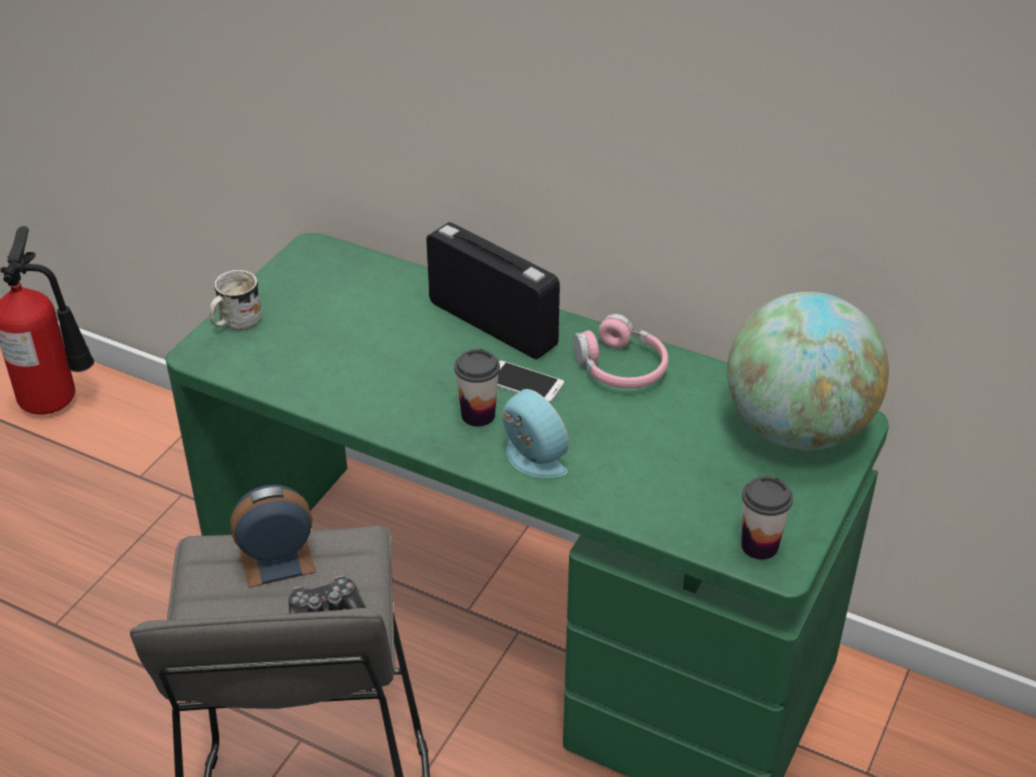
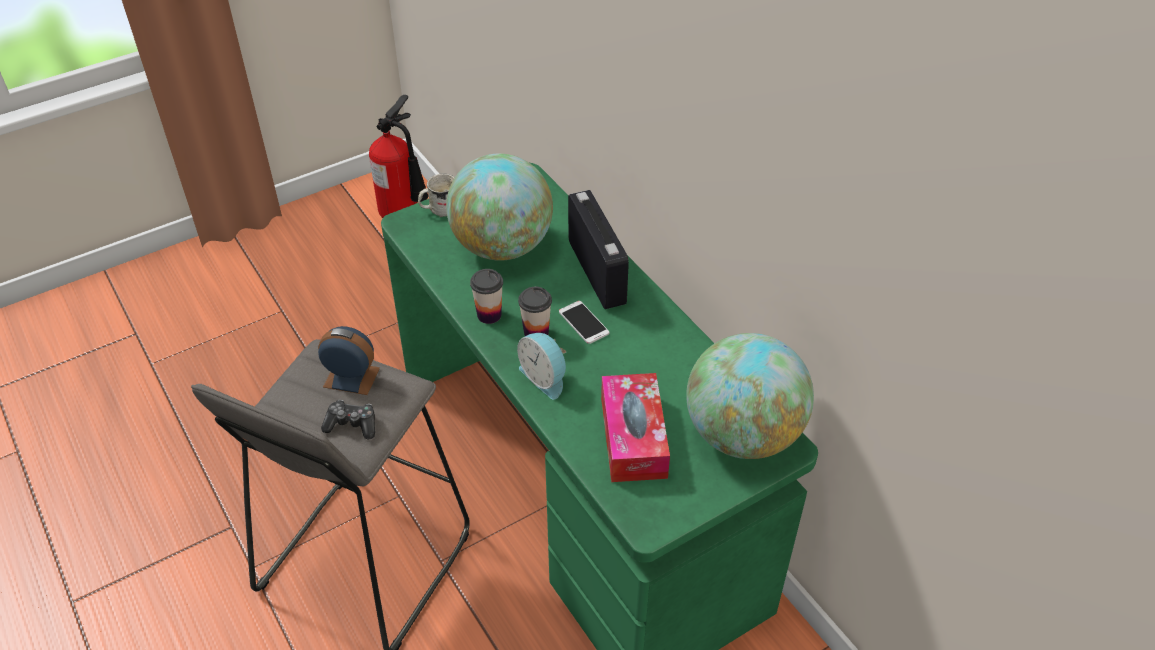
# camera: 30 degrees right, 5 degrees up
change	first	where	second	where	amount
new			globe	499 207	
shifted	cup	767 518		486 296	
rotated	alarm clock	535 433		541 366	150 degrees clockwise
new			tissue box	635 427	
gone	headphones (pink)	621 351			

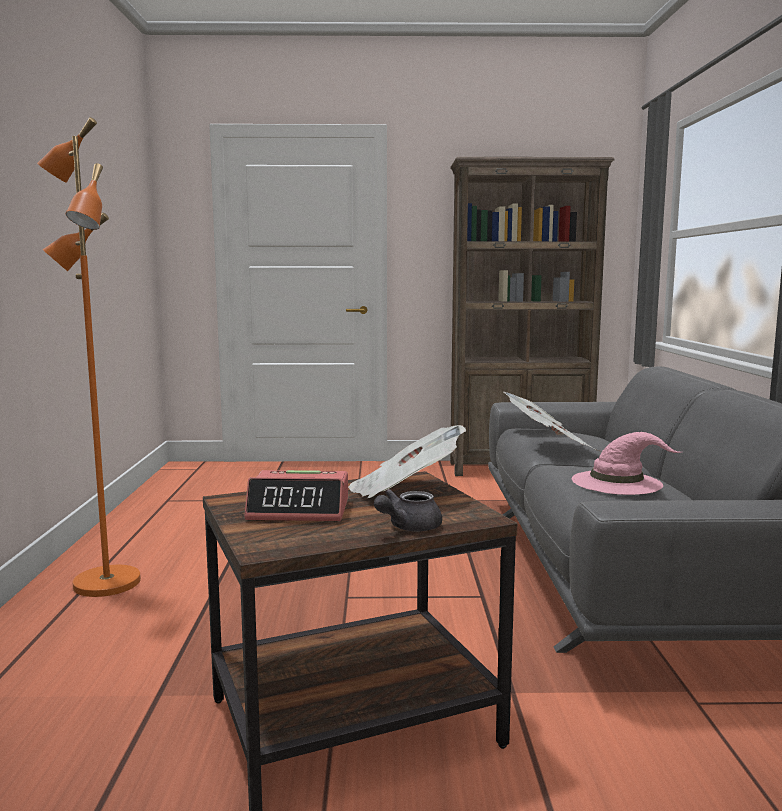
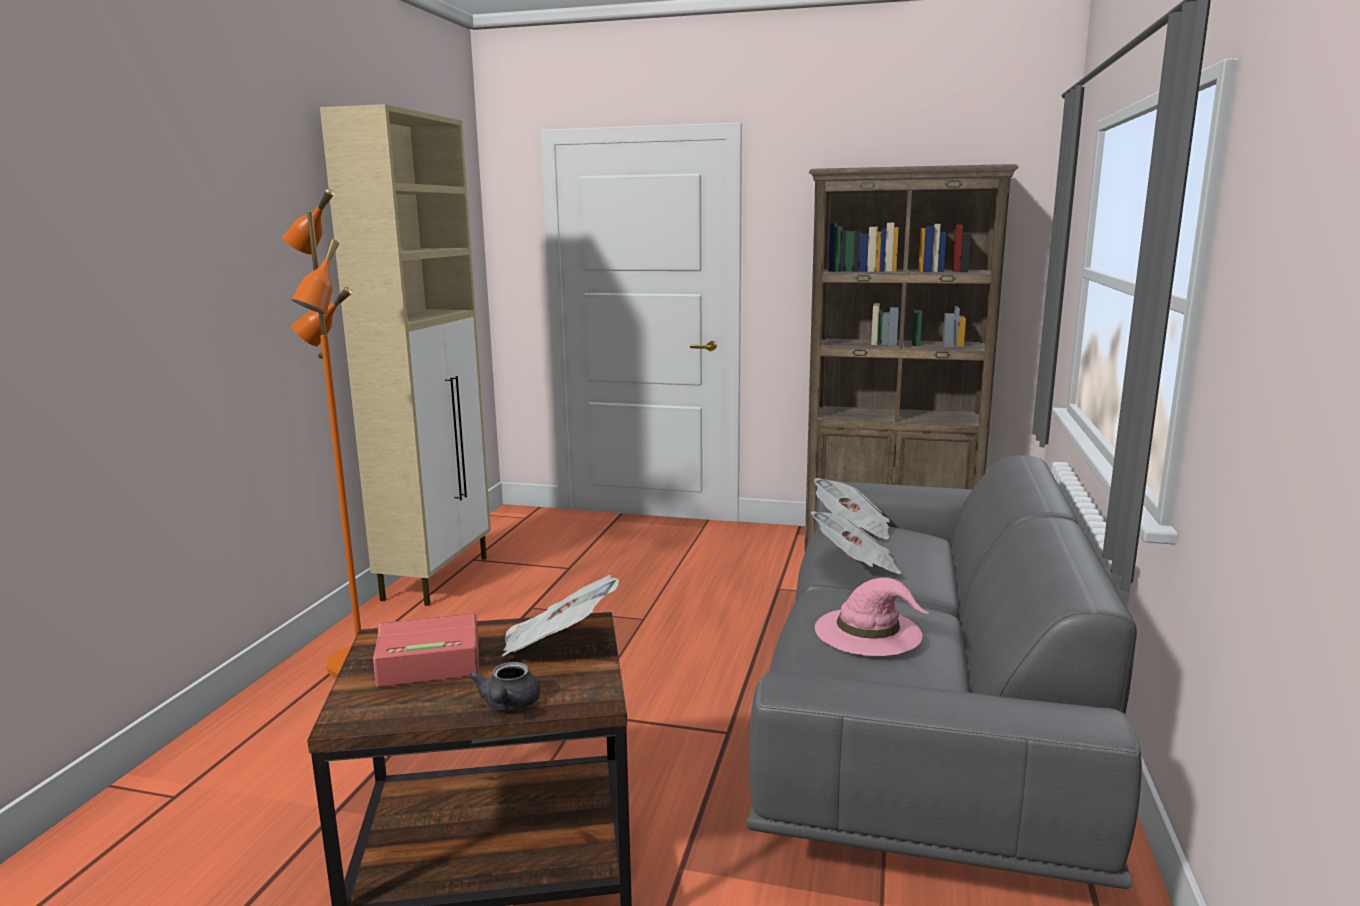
# camera: 15 degrees right, 5 degrees up
change	first	where	second	where	amount
new			cabinet (beige)	405 355	
rotated	alarm clock	296 495		426 650	150 degrees clockwise
rotated	teapot (grey)	408 510		504 686	60 degrees counterclockwise

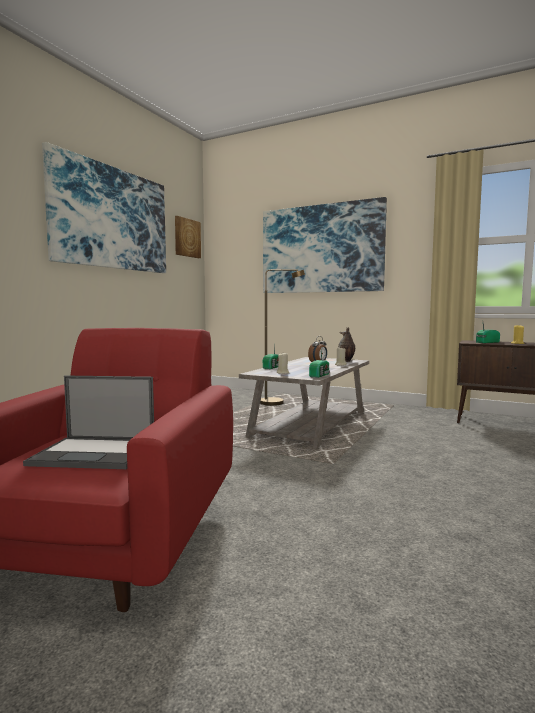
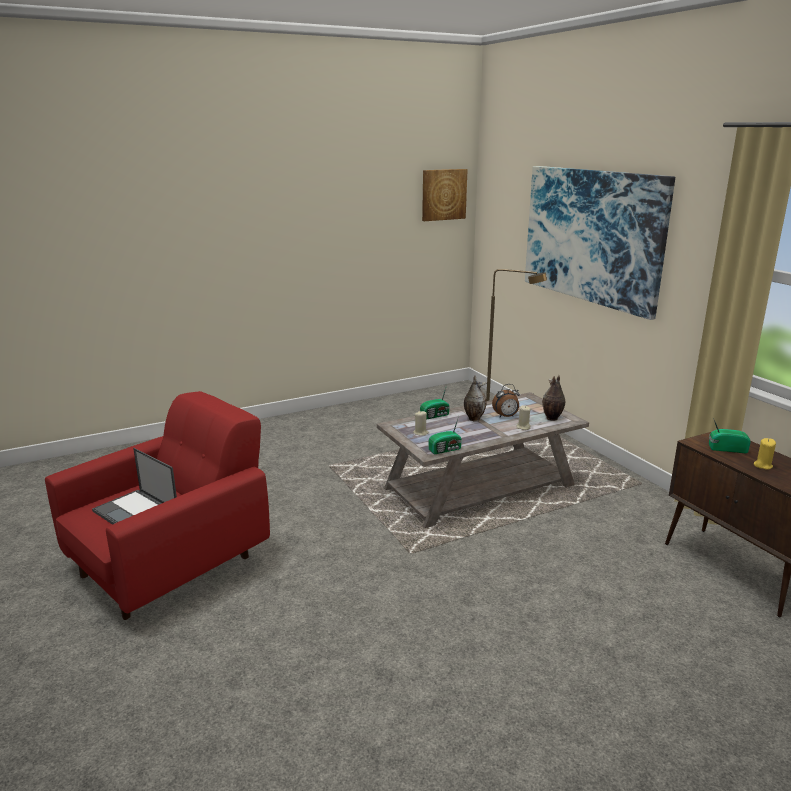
# camera: 35 degrees right, 15 degrees up
change	first	where	second	where	amount
new			vase	475 398	
gone	picture	104 207			

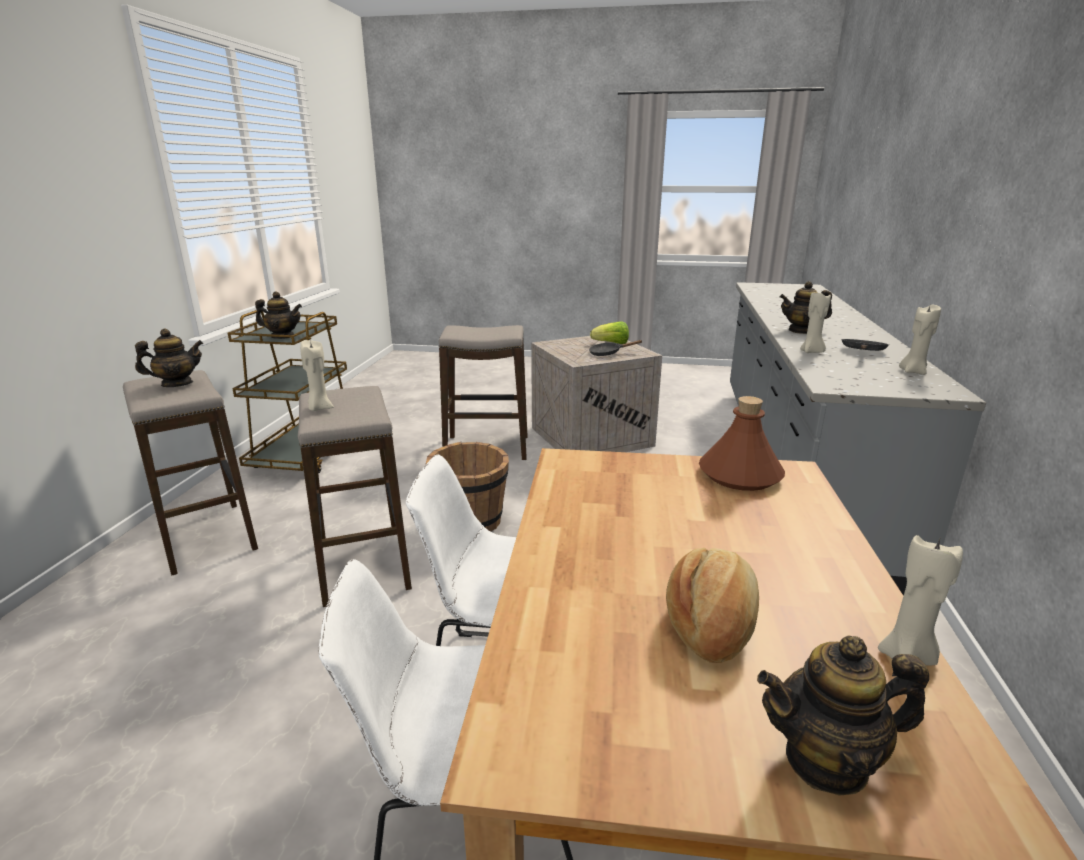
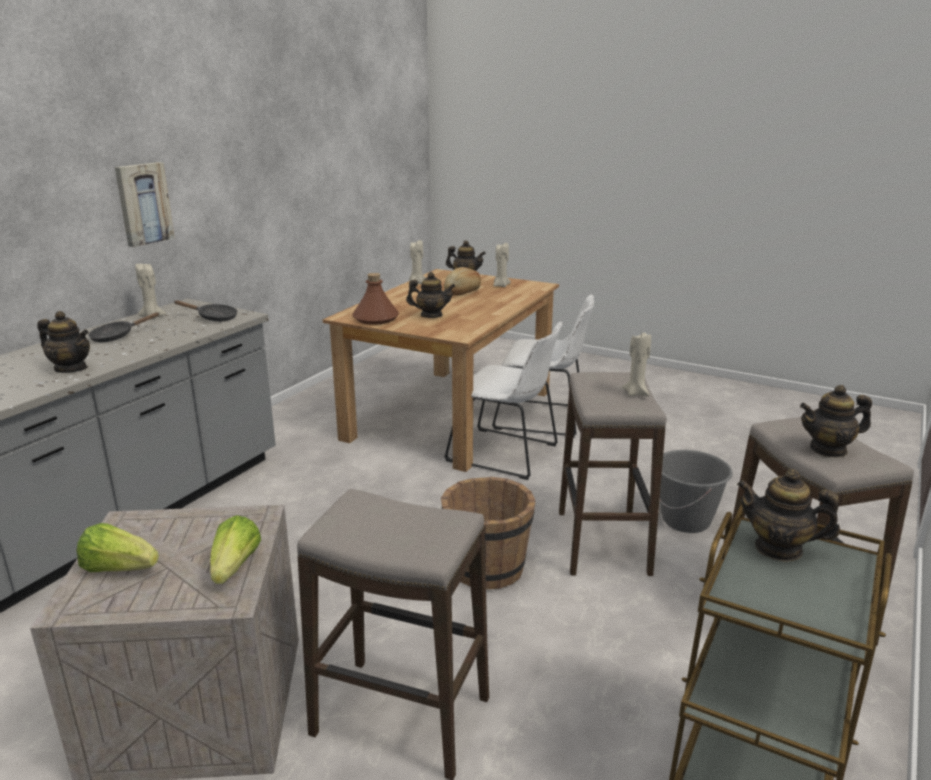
# camera: 160 degrees left, 0 degrees up
change	first	where	second	where	amount
new			picture	144 204	
shifted	frying pan (black)	616 348		206 310	
new			lettuce	235 549	
new			teapot	430 295	
shifted	candle (beige)	815 322		502 265	
new			bucket (grey)	696 491	

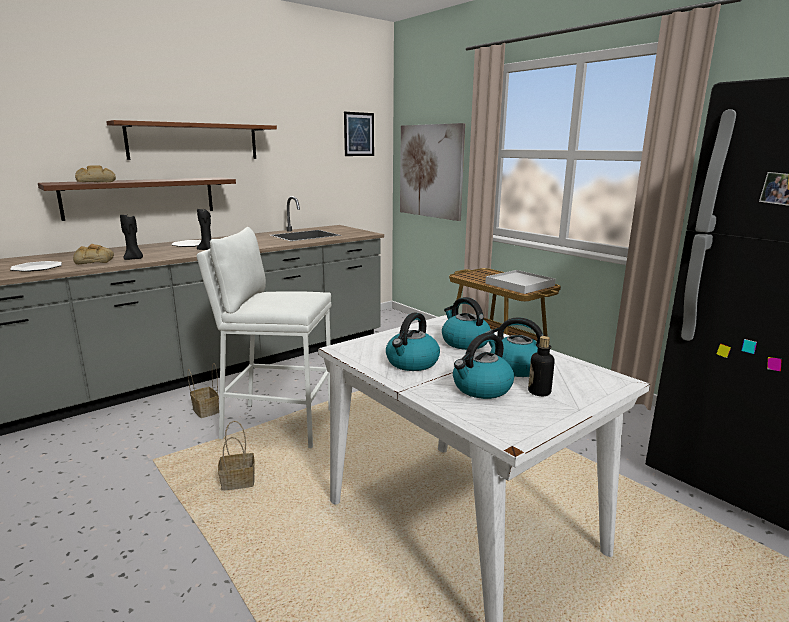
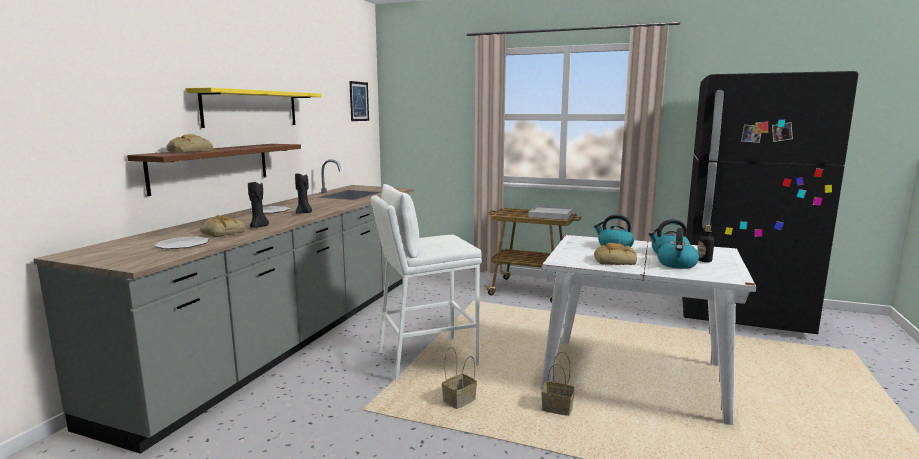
# camera: 30 degrees left, 5 degrees down
change	first	where	second	where	amount
repainted	shelf (brown)	191 140	shelf (yellow)	253 108	
shifted	basket	203 390		558 384	
swapped	kettle	413 342	bread	615 254	
gone	picture	432 172			

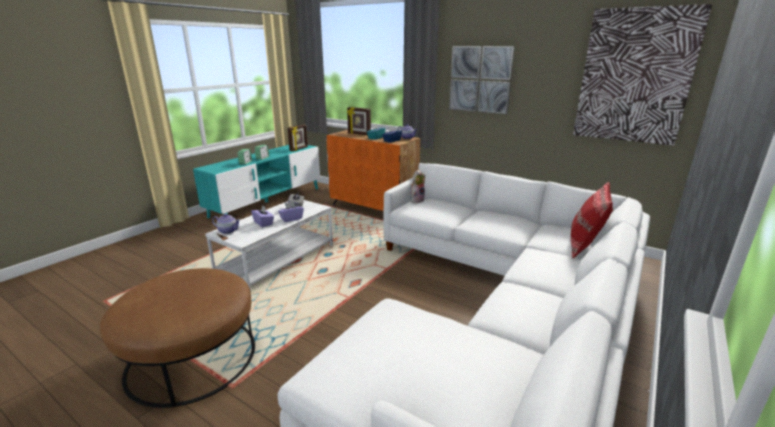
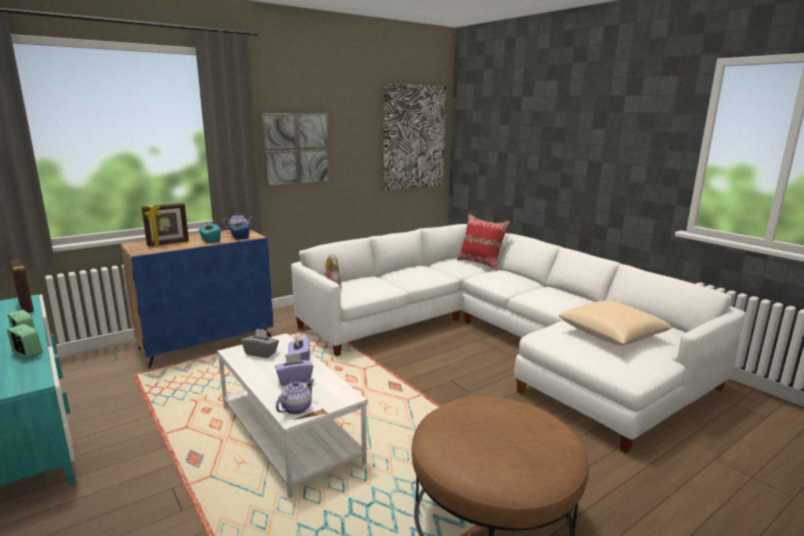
# camera: 70 degrees left, 5 degrees down
change	first	where	second	where	amount
repainted	cabinet (orange)	374 170	cabinet (blue)	196 298	
new			pillow (beige)	615 323	

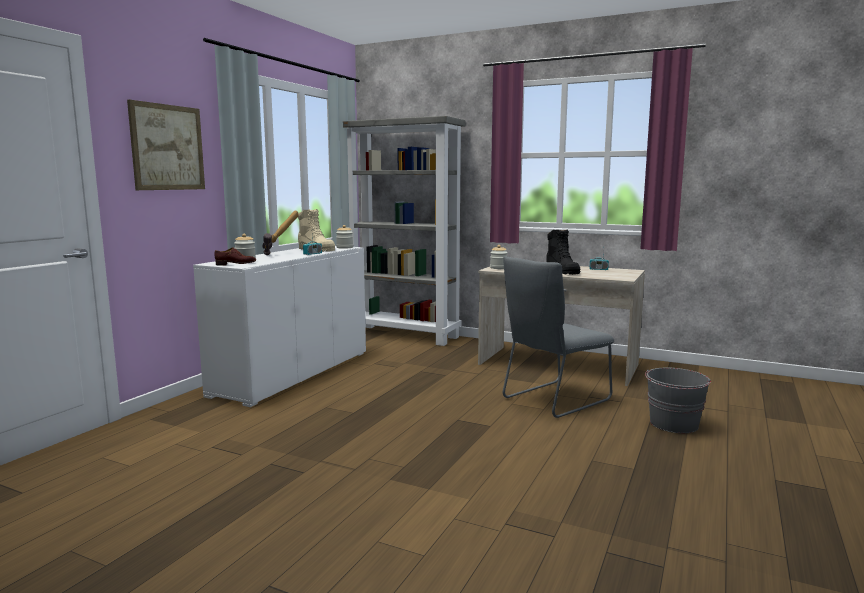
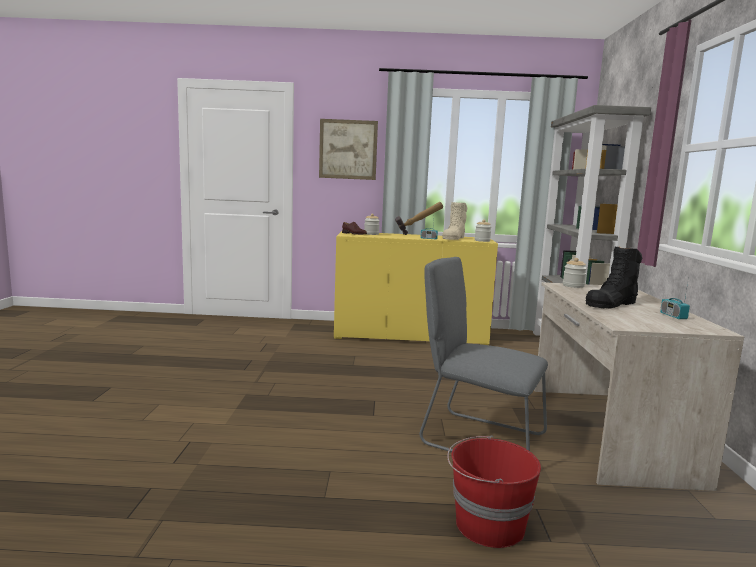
# camera: 65 degrees right, 0 degrees up
change	first	where	second	where	amount
repainted	cabinet (white)	279 326	cabinet (yellow)	416 288	
repainted	bucket (grey)	678 400	bucket (red)	494 492	

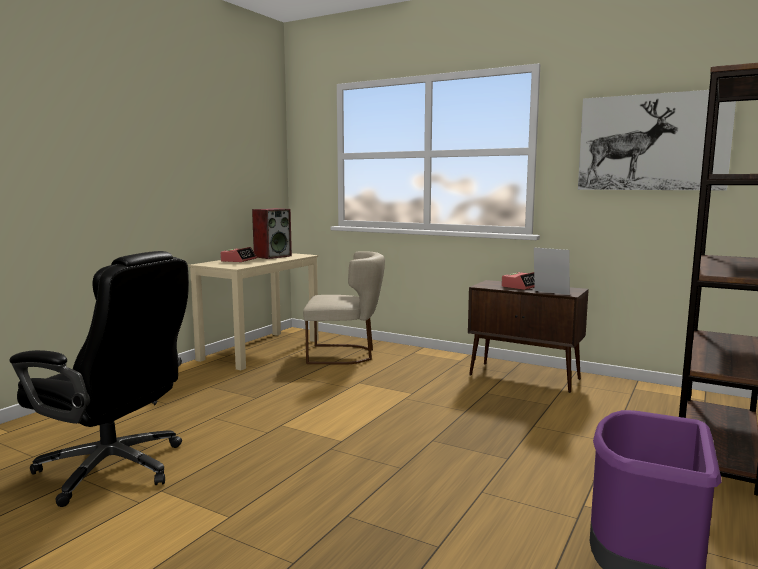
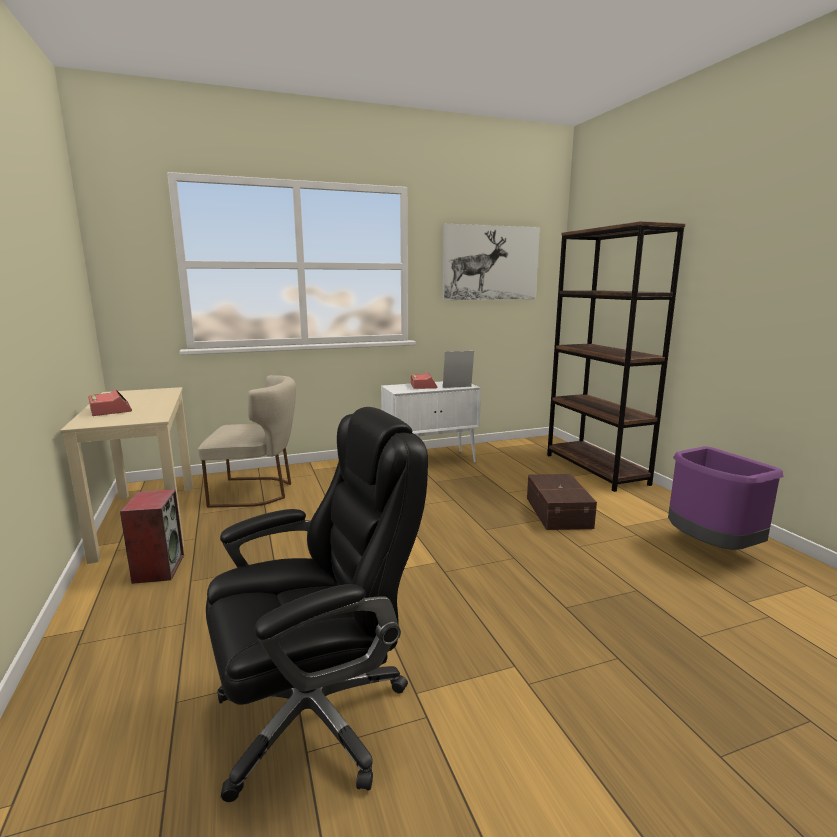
# camera: 50 degrees left, 5 degrees up
change	first	where	second	where	amount
shifted	speaker	272 233		152 536	
rotated	chair (beige)	344 308		247 441	45 degrees clockwise
repainted	cabinet (brown)	528 336	cabinet (white)	431 422	
new			storage box (brown)	562 502	

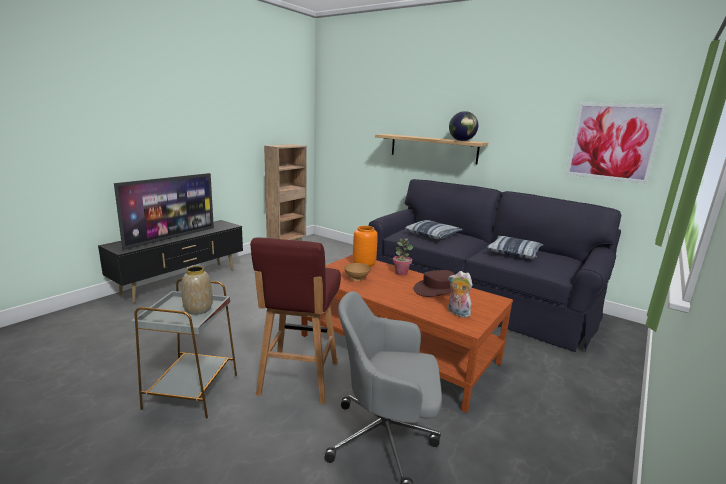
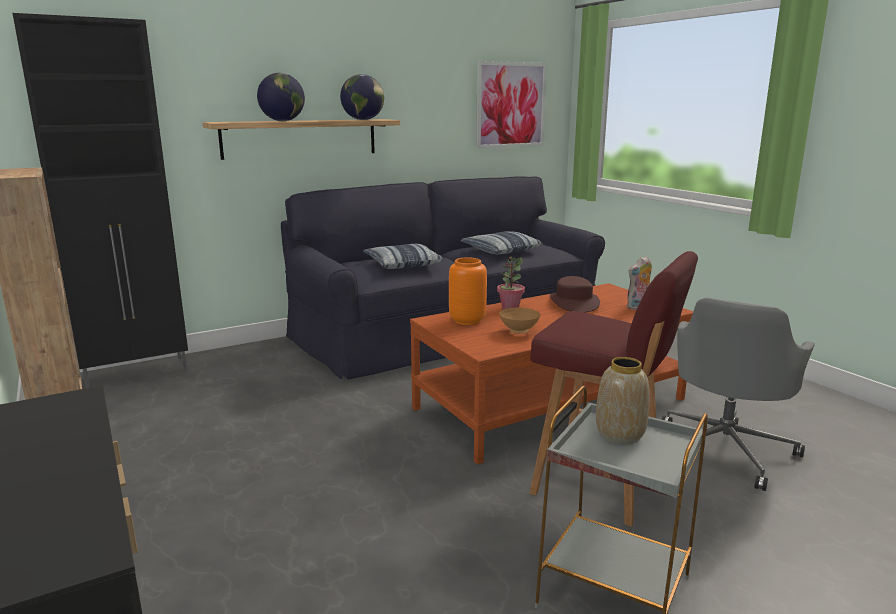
# camera: 65 degrees left, 0 degrees up
change	first	where	second	where	amount
new			cabinet (black)	100 200	
new			globe	281 97	
gone	television	164 211			

